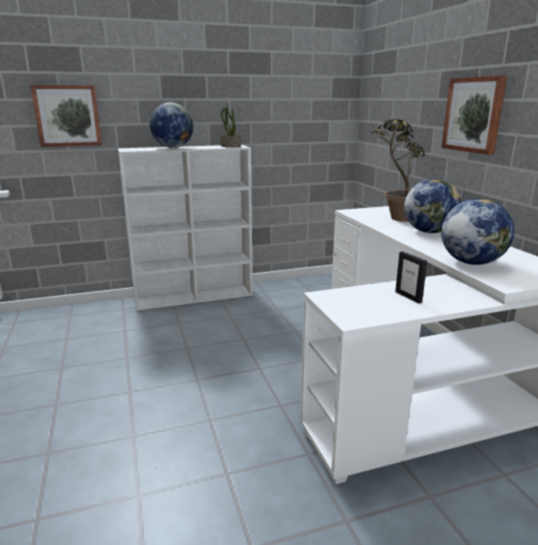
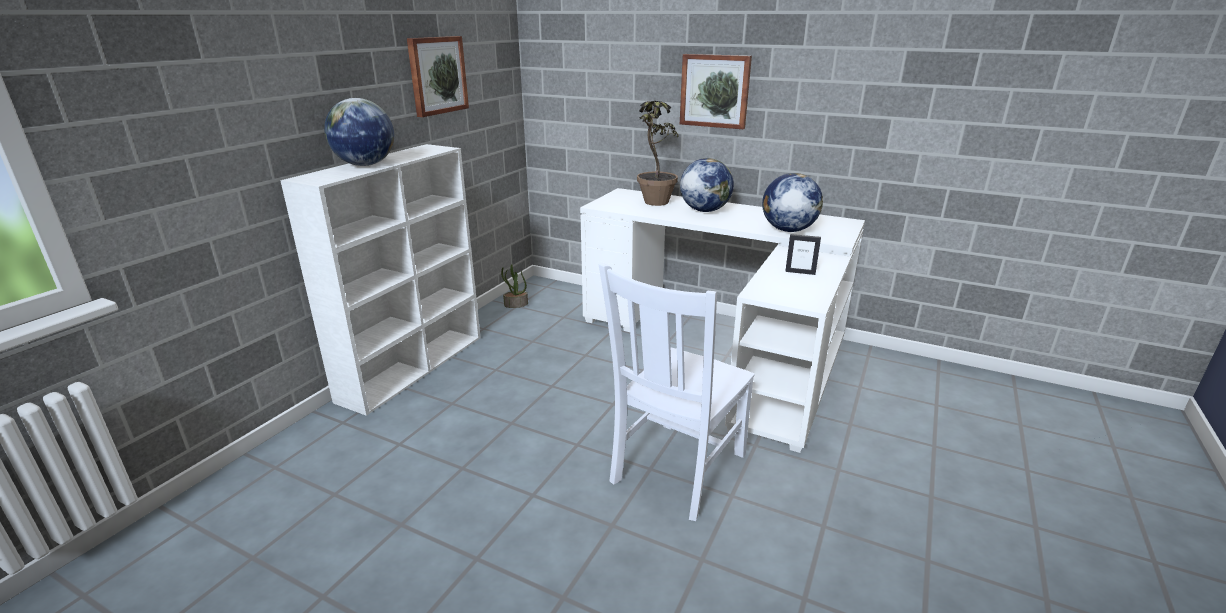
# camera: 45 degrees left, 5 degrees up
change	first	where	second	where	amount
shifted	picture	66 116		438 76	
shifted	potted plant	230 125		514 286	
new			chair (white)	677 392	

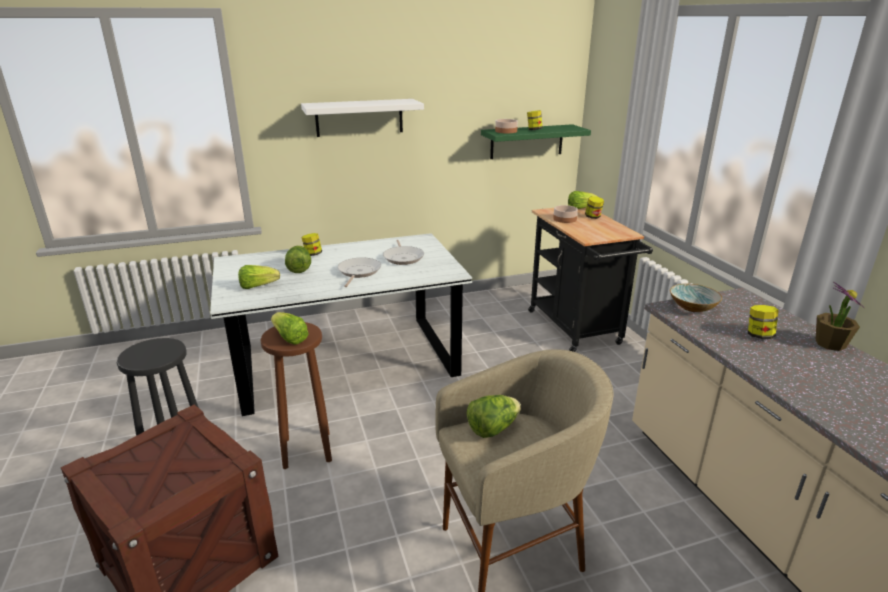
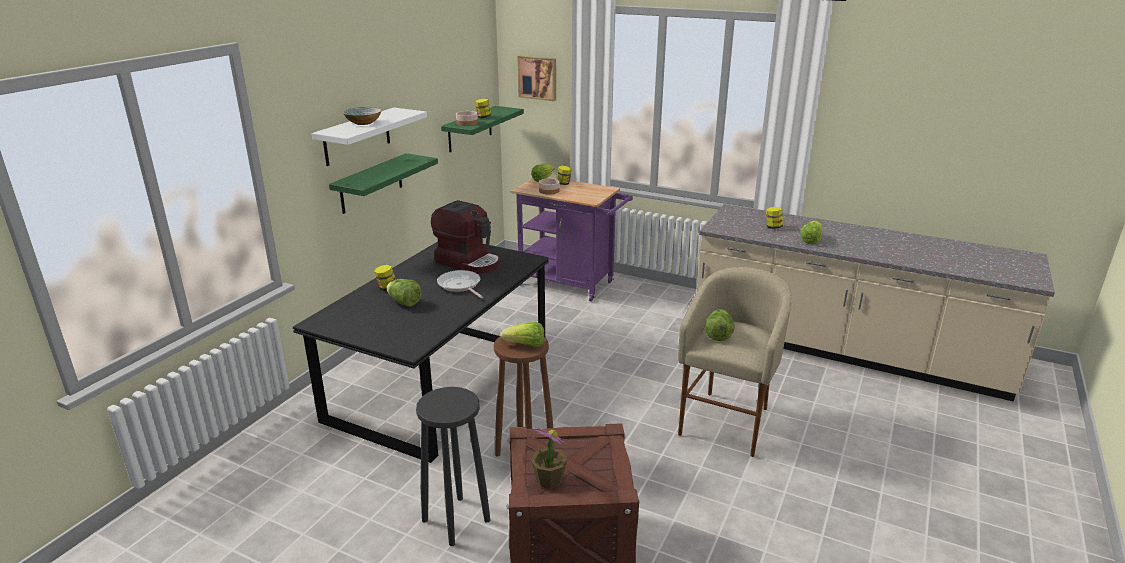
# camera: 45 degrees left, 0 degrees up
change	first	where	second	where	amount
repainted	dining table (white)	341 324	dining table (black)	421 352	
new			shelf (green)	383 183	
shifted	bowl	696 298		362 116	
swapped	frying pan	403 252	coffee machine	465 237	
repainted	cart (black)	590 280	cart (purple)	572 239	
new			picture	536 78	
shifted	potted plant	839 316		549 458	
shifted	lettuce	259 277		810 232	

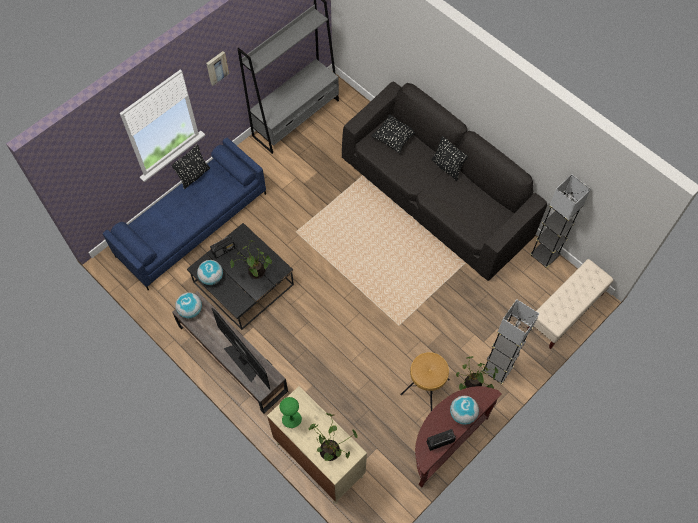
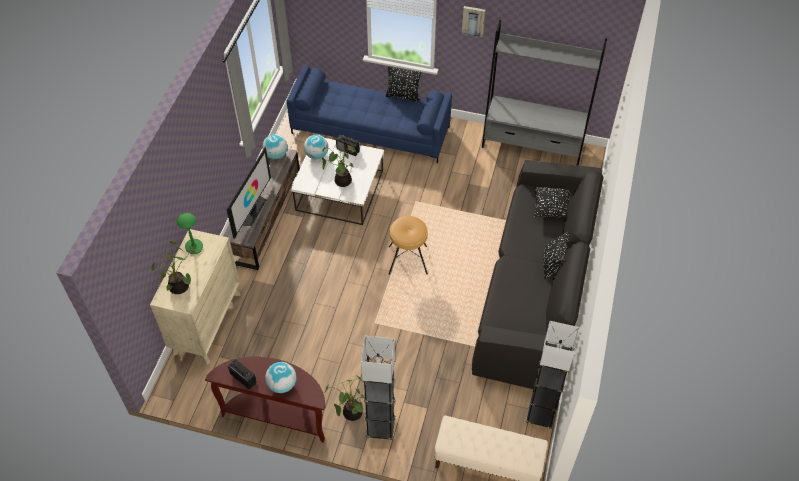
# camera: 60 degrees right, 10 degrees down
change	first	where	second	where	amount
repainted	coffee table (black)	240 276	coffee table (white)	337 181	
shifted	stool (brown)	425 381		408 245	

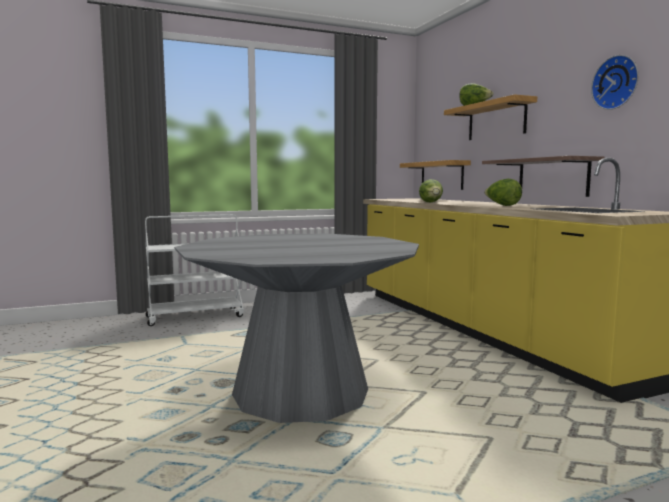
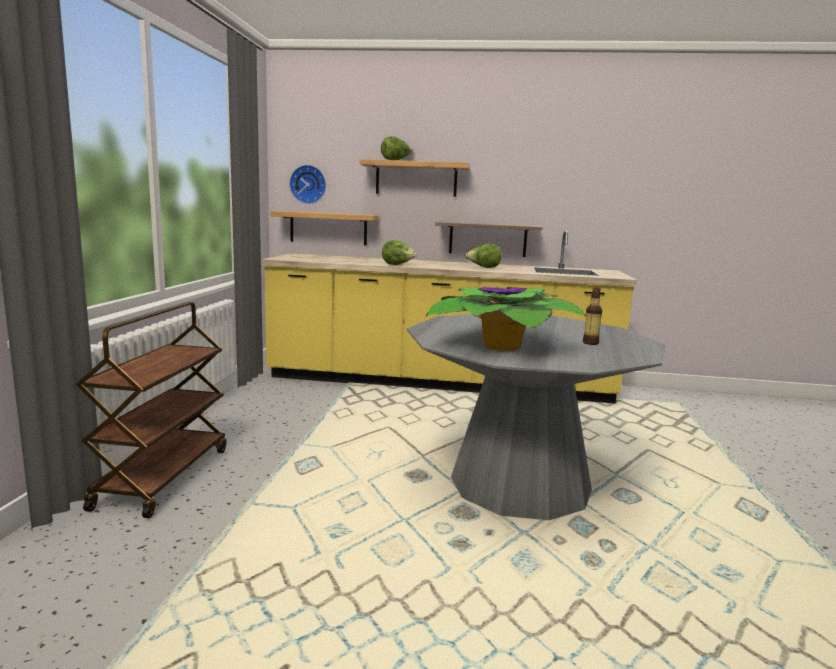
# camera: 60 degrees left, 5 degrees up
change	first	where	second	where	amount
repainted	cart (white)	194 270	cart (brown)	151 410	
shifted	wall clock	615 82		307 184	
new			potted plant	506 319	
new			bottle	592 316	

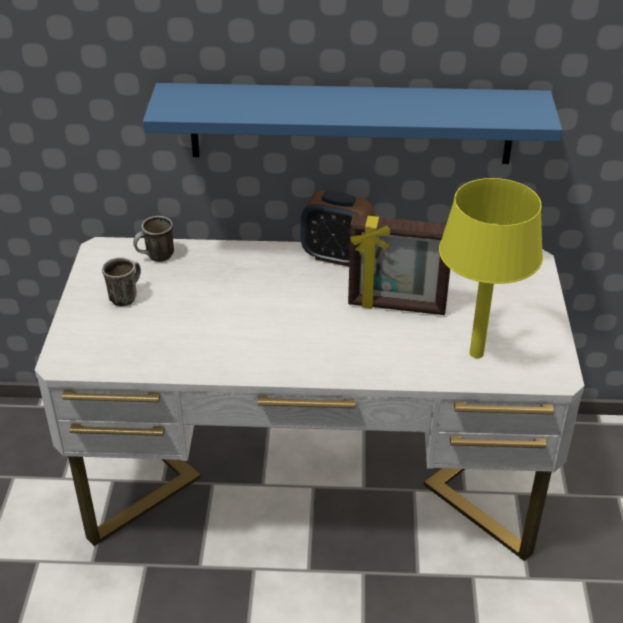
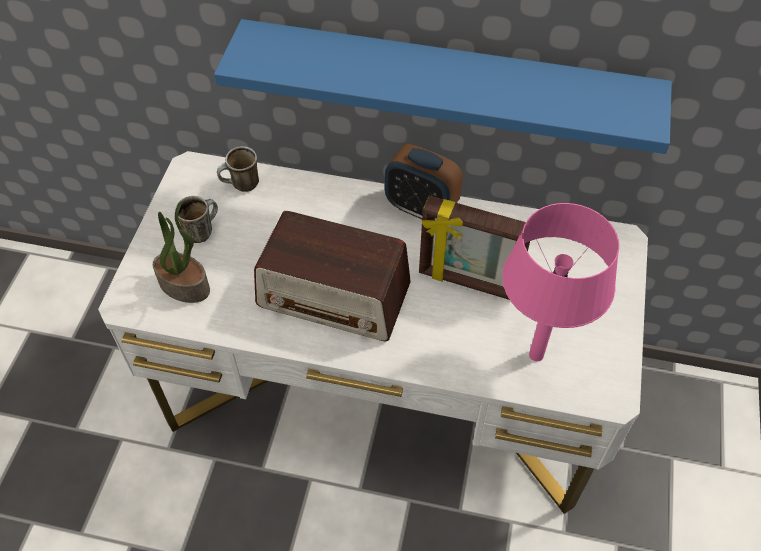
# camera: 10 degrees right, 15 degrees up
change	first	where	second	where	amount
new			potted plant	181 252	
new			radio	332 276	
repainted	table lamp (yellow)	491 268	table lamp (pink)	560 282	

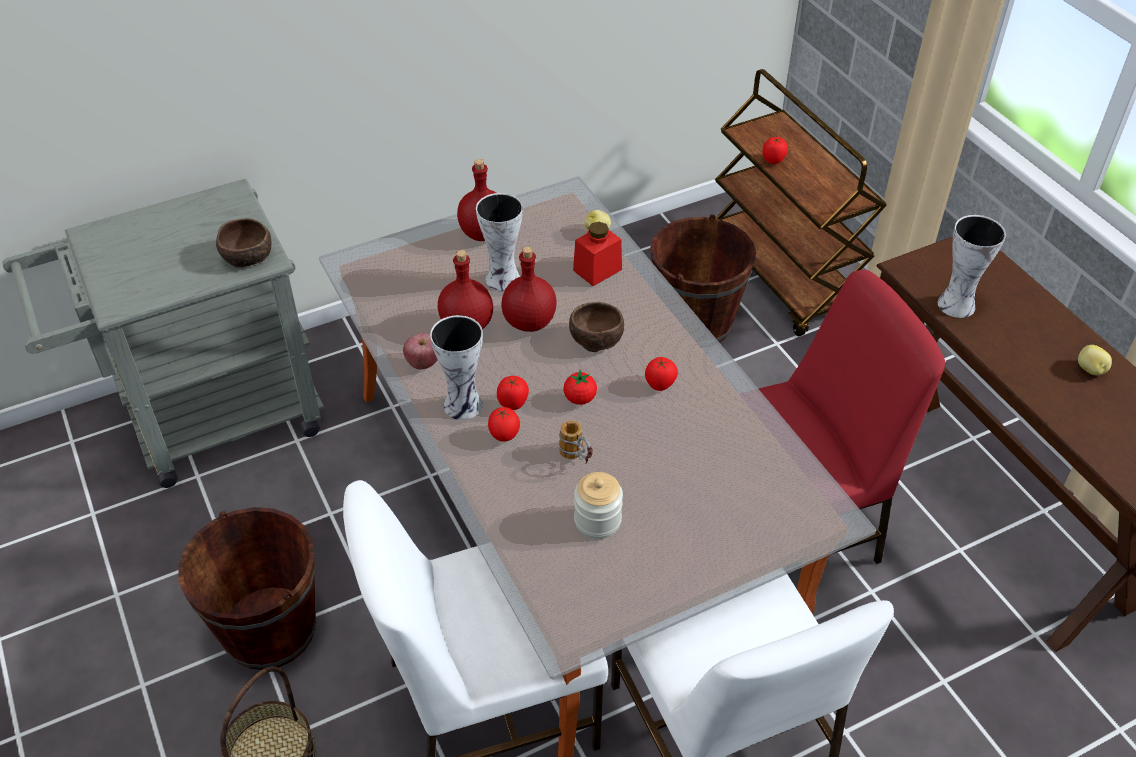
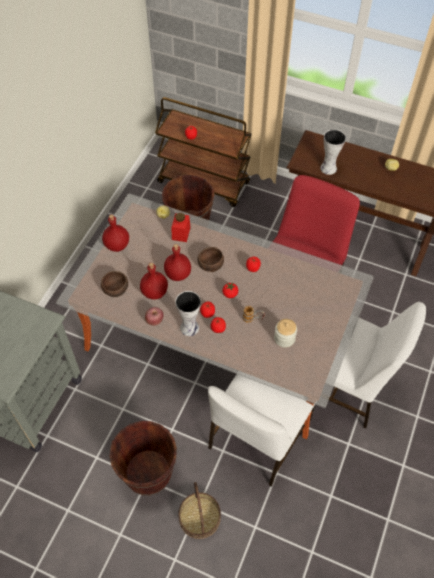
# camera: 40 degrees left, 10 degrees up
change	first	where	second	where	amount
shifted	bowl (brown)	243 243		114 284	
gone	vase	499 242			

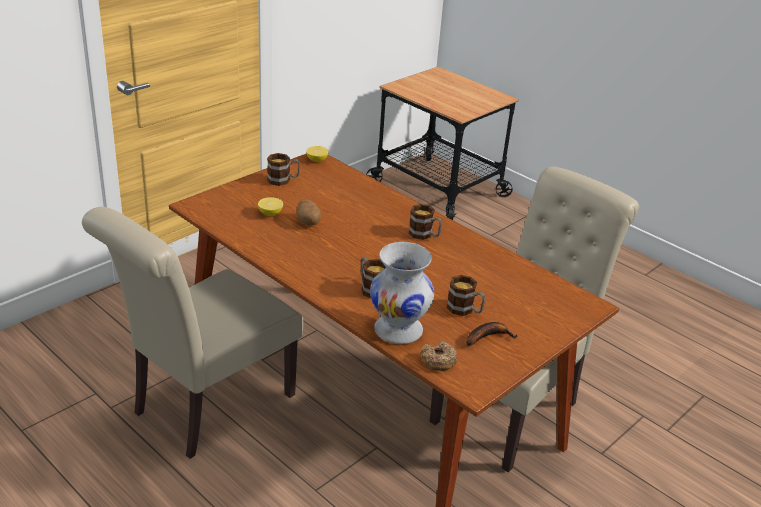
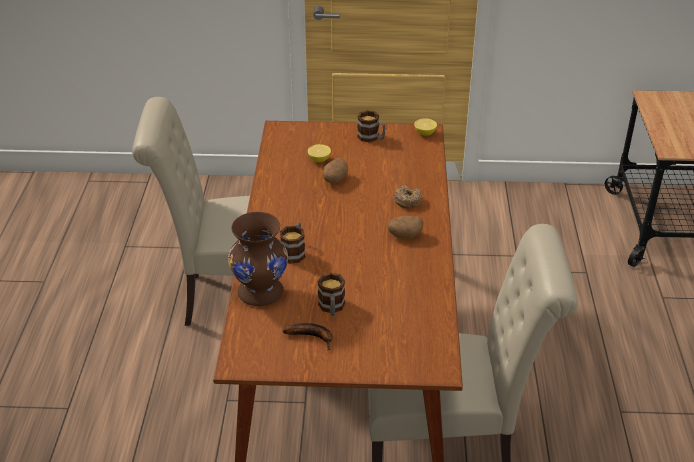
# camera: 50 degrees right, 5 degrees up
change	first	where	second	where	amount
repainted	vase (white)	402 293	vase (brown)	258 259	
swapped	mug	425 222	potato	405 227	
shifted	donut	439 356		408 197	

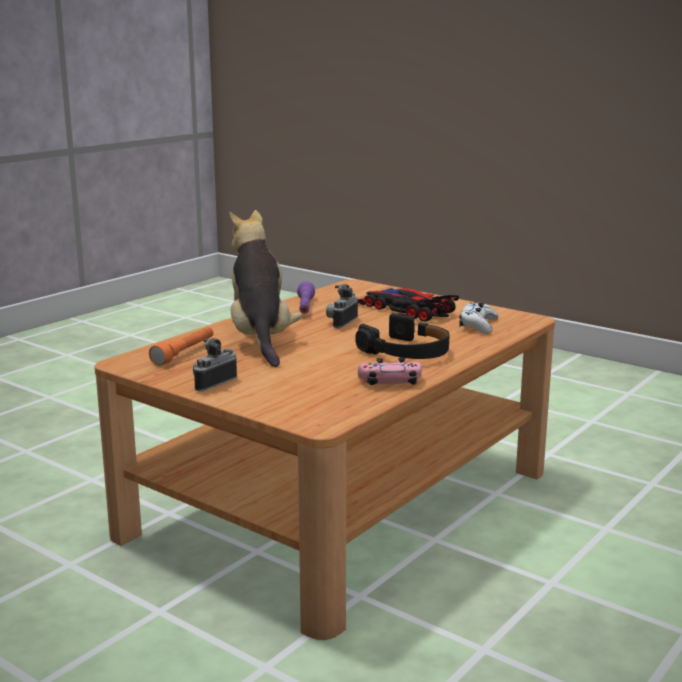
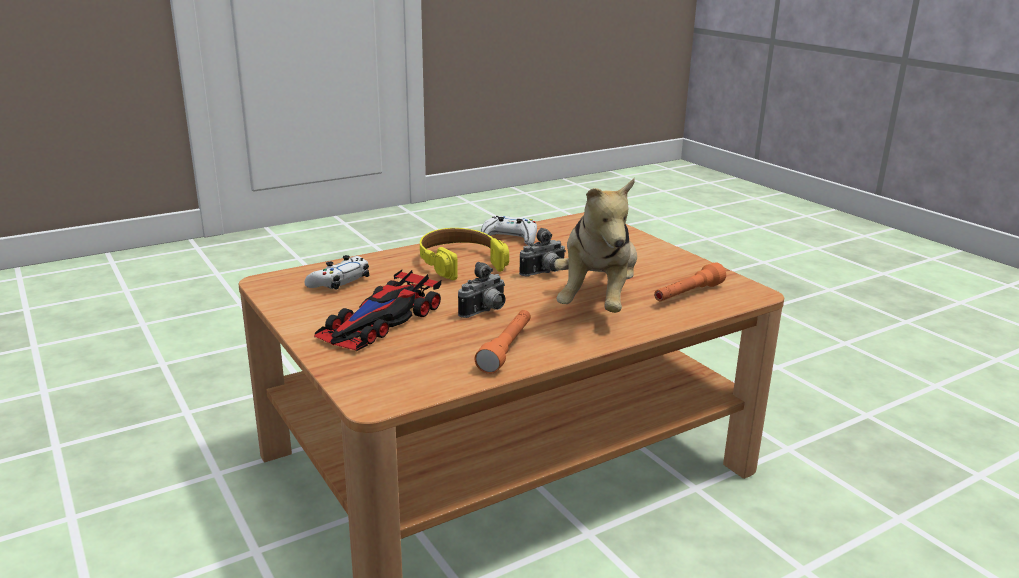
# camera: 160 degrees left, 5 degrees up
change	first	where	second	where	amount
rotated	toy car	408 305		377 310	60 degrees clockwise
repainted	headphones (black)	403 336	headphones (yellow)	464 254	
repainted	flashlight (purple)	306 297	flashlight (orange)	503 342	
repainted	game controller (pink)	390 371	game controller (white)	509 230	
shifted	photo camera	215 365		542 252	

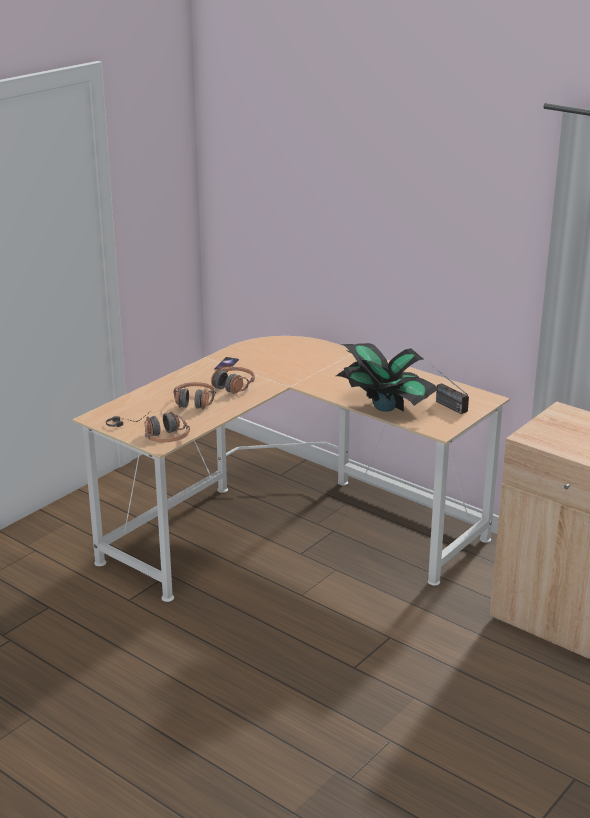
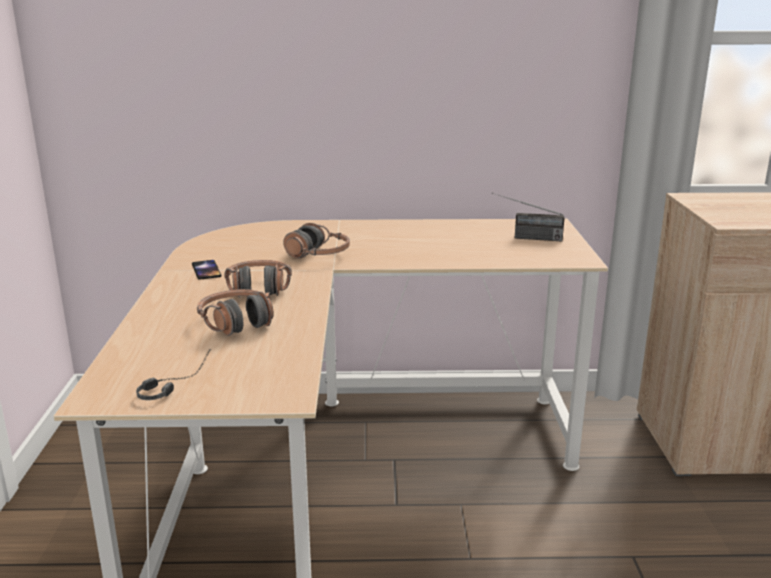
# camera: 40 degrees left, 5 degrees down
change	first	where	second	where	amount
shifted	headphones	167 427		316 241	
gone	potted plant	387 377			

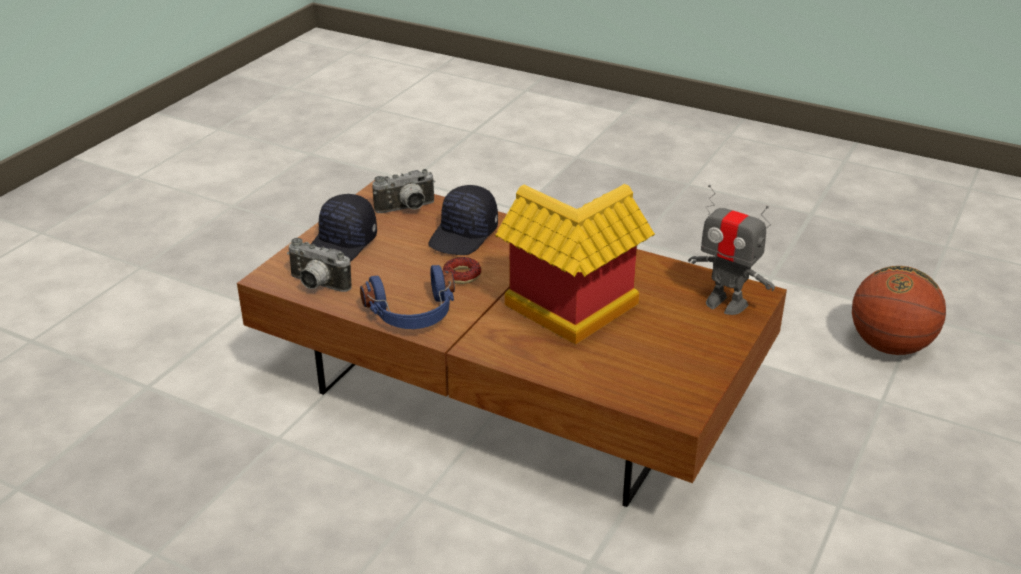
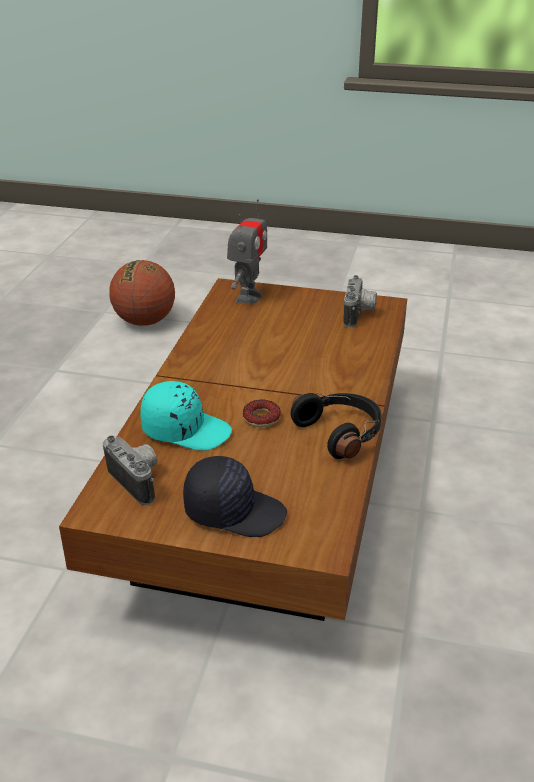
# camera: 105 degrees left, 0 degrees up
change	first	where	second	where	amount
repainted	cap (black)	463 220	cap (turquoise)	186 416	
repainted	headphones (blue)	407 297	headphones (black)	336 426	
shifted	photo camera	319 265		360 301	
gone	toy house	575 264			

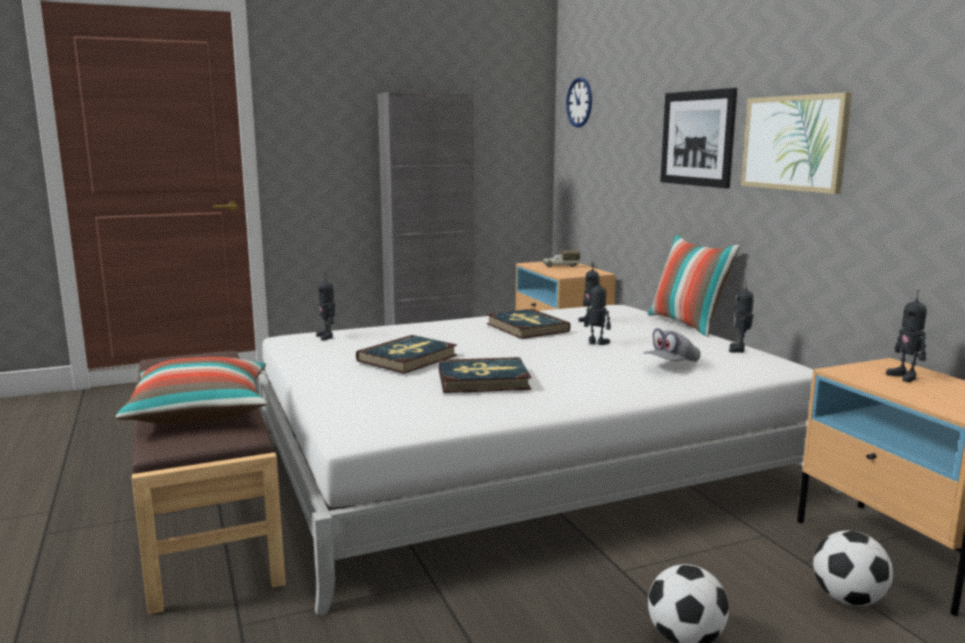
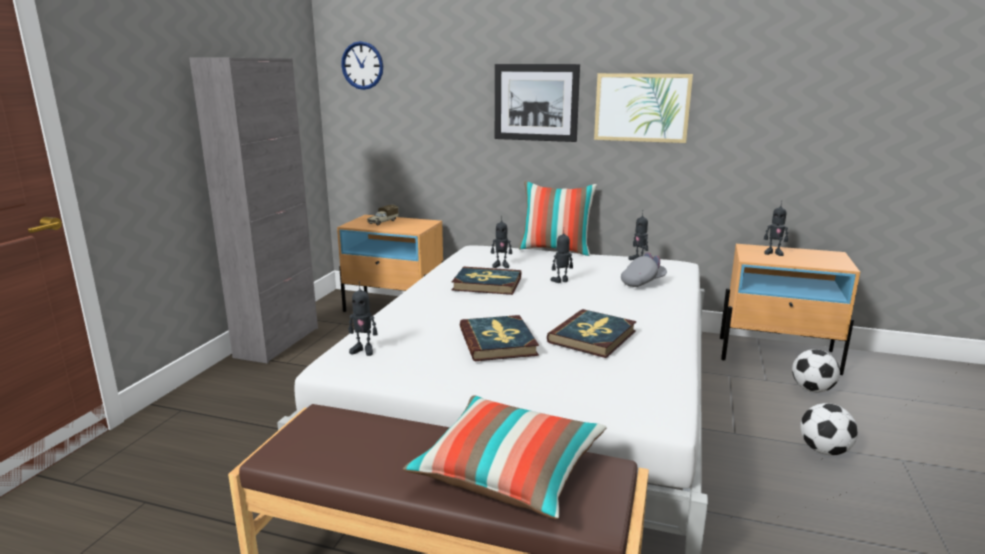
# camera: 50 degrees left, 5 degrees up
change	first	where	second	where	amount
rotated	cap (grey)	672 345		644 269	120 degrees counterclockwise

